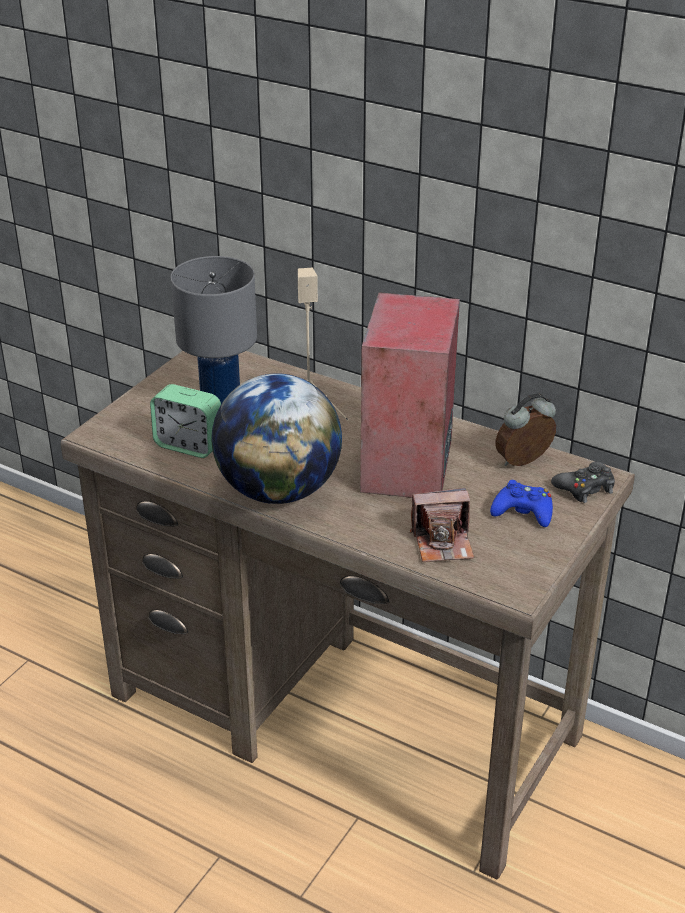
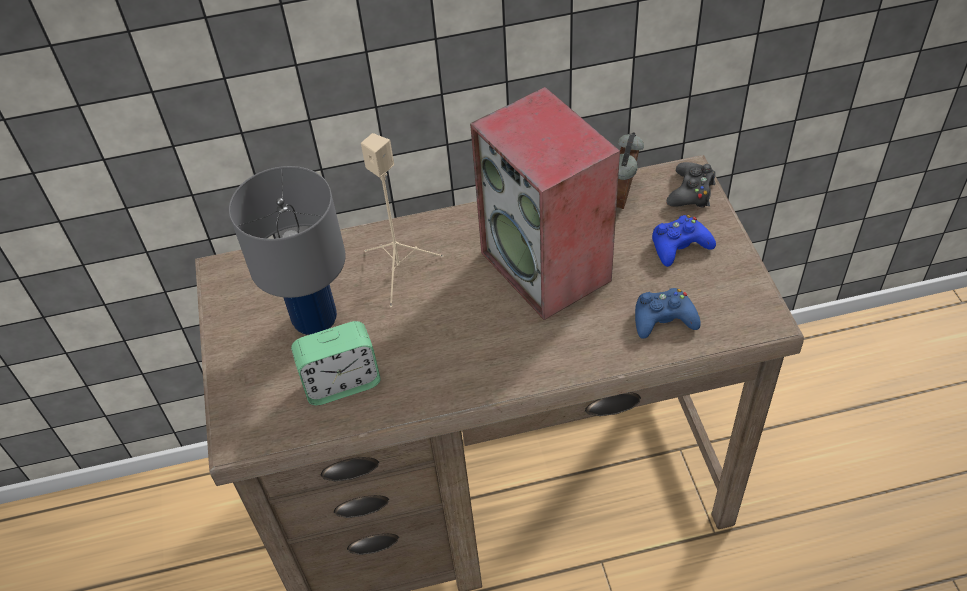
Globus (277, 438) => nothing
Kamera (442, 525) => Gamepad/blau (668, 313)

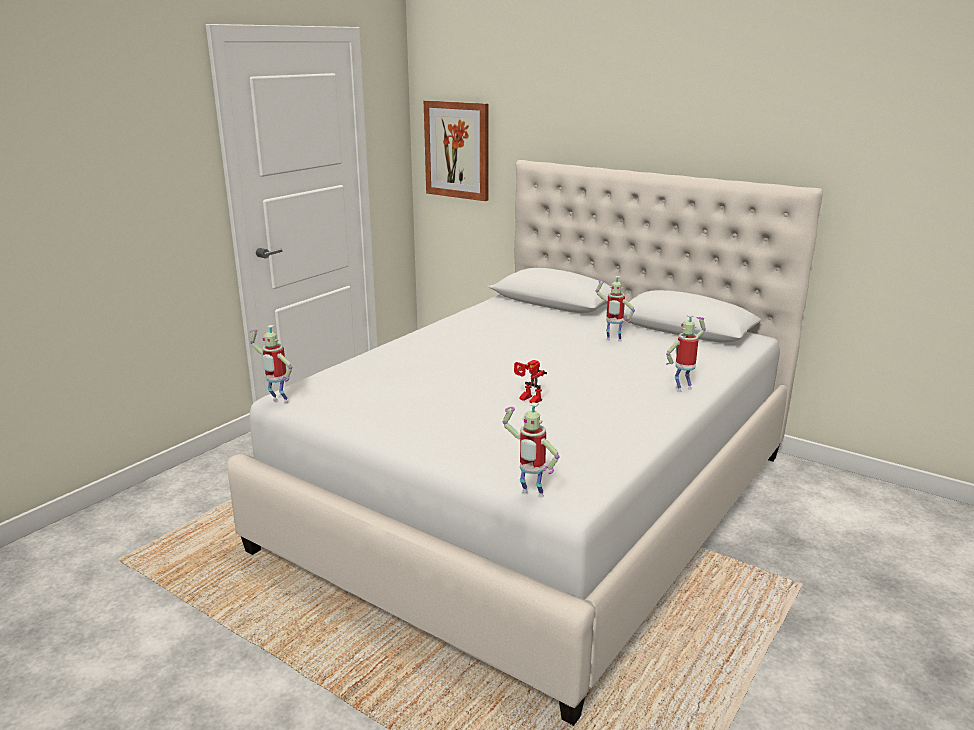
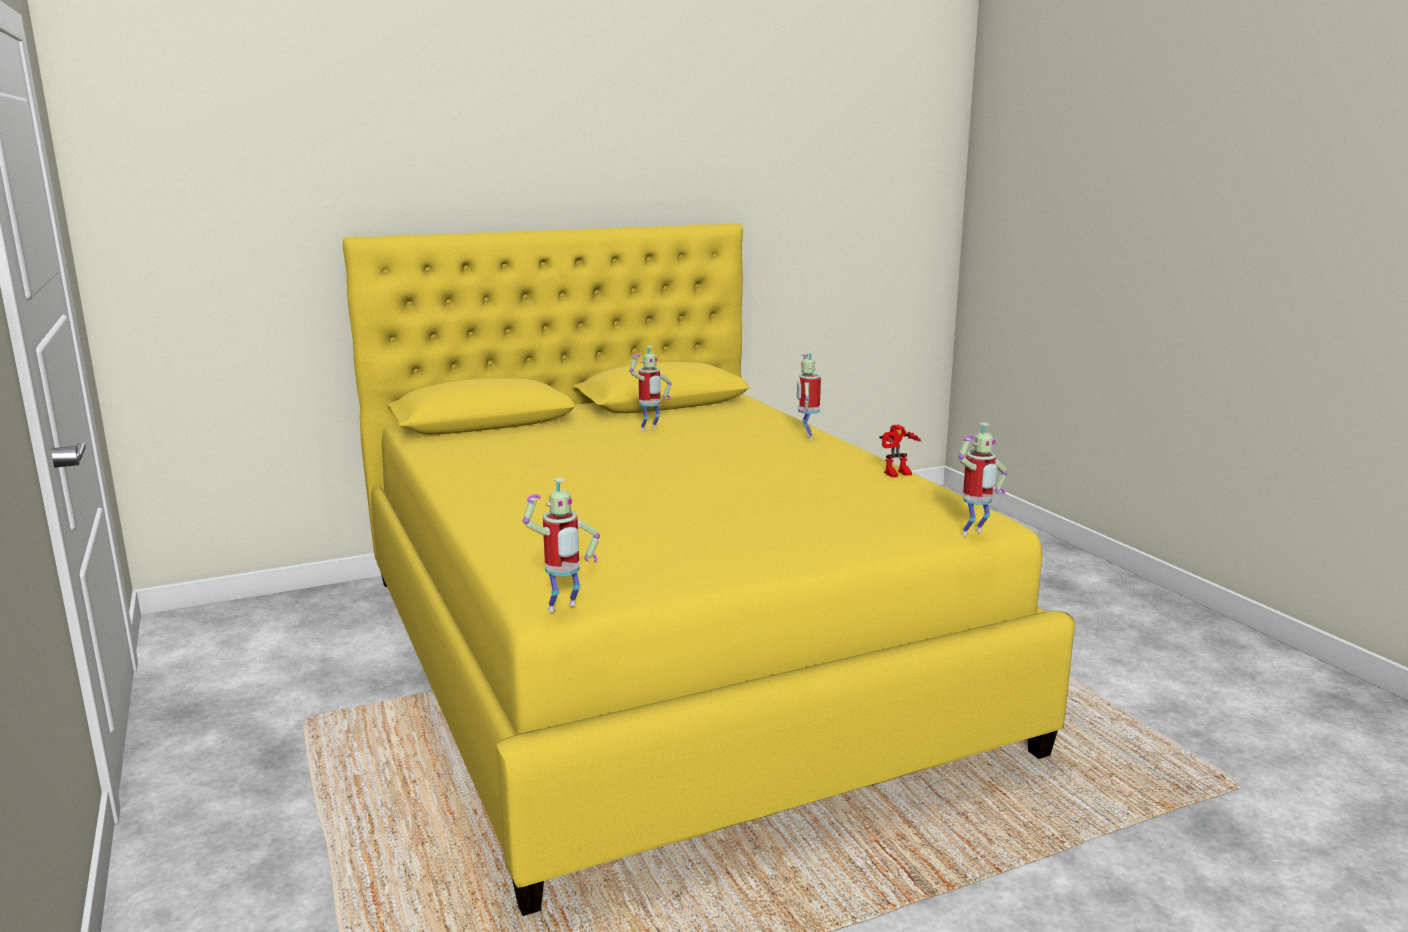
Bild (456, 151) => nothing
Bett/weiß (525, 443) => Bett/gelb (709, 569)
Spielzeugroboter (530, 381) => Spielzeugroboter (900, 450), shifted

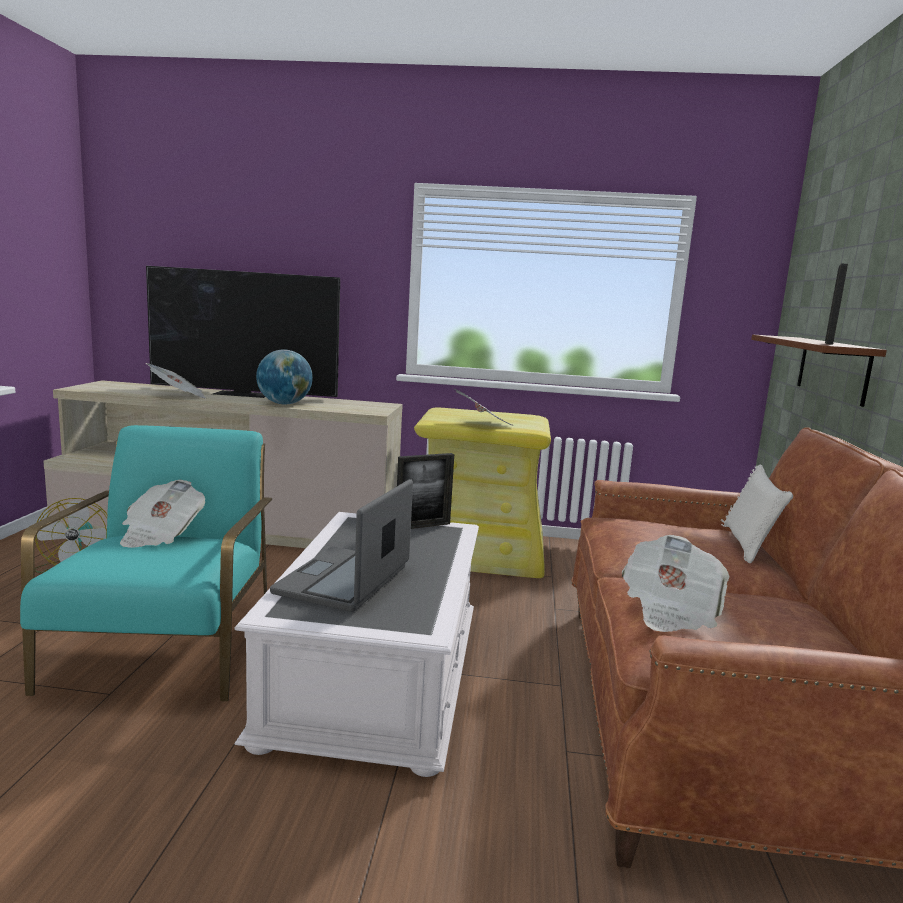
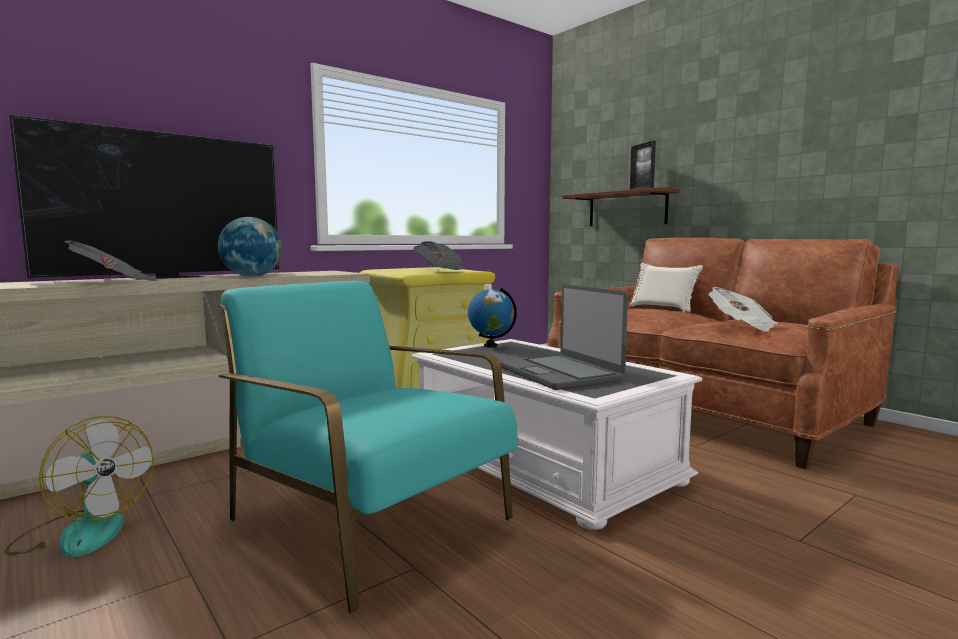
Bilderrahmen (425, 491) => Globus (492, 317)
Zeitung (162, 514) => nothing

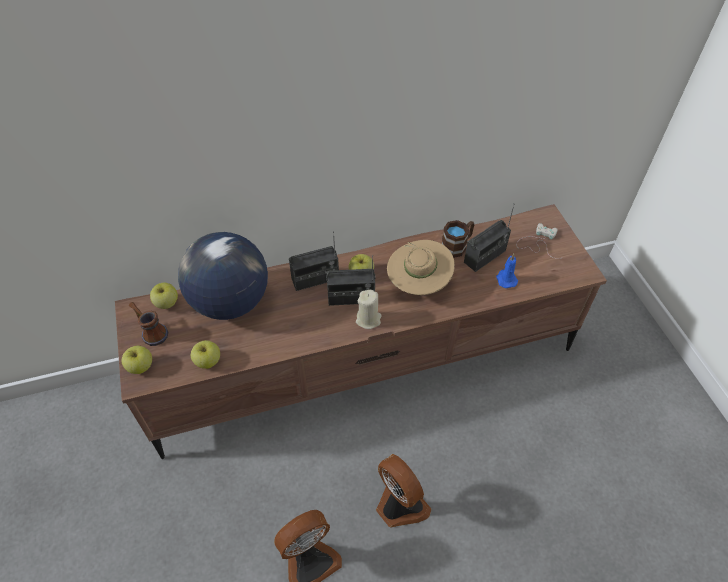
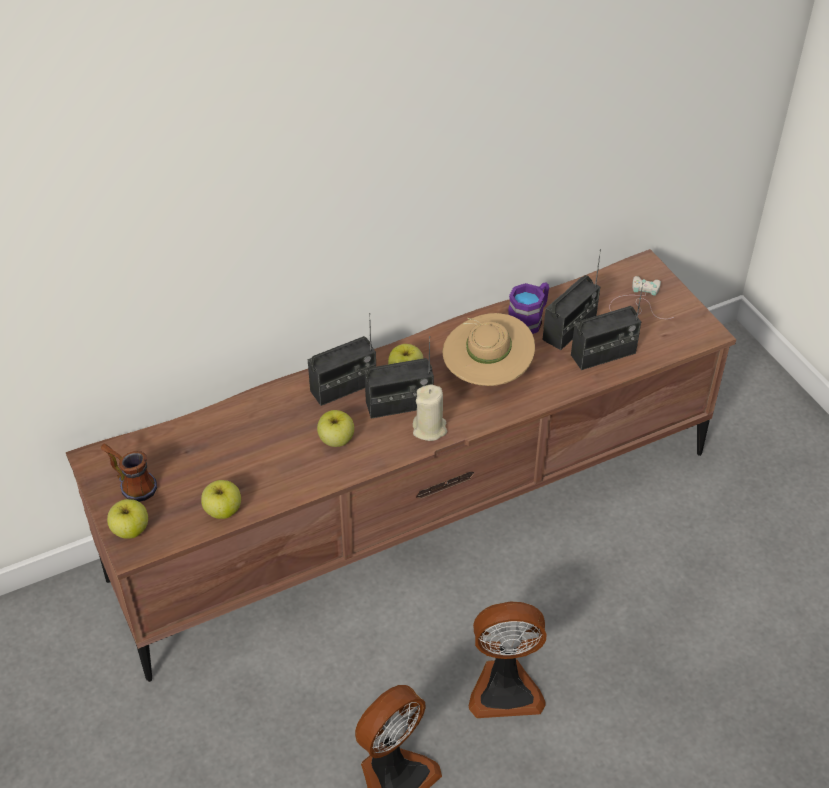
Henkelbecher/braun (458, 239) => Henkelbecher/lila (528, 308)
Globus (223, 276) => nothing
Kerze/blau (507, 271) => Radio (607, 326)
Apfel (164, 296) => Apfel (335, 428), shifted
Ventilator (403, 491) => Ventilator (508, 659), 135 degrees clockwise

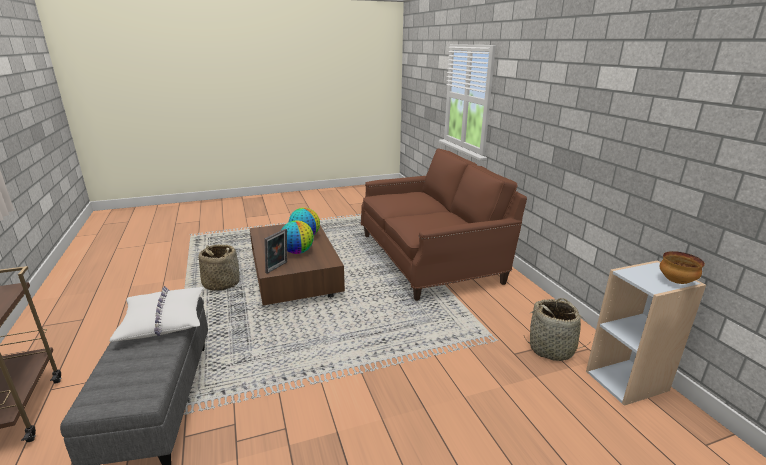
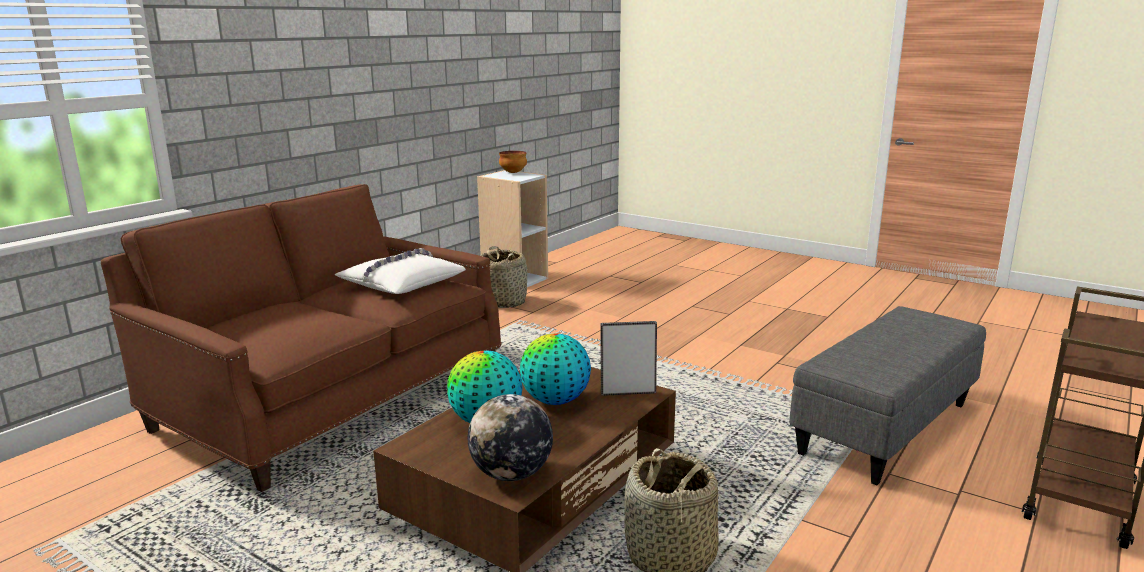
Kissen/weiß (156, 314) => Kissen/weiß (400, 271), shifted
nothing => Globus (510, 437)

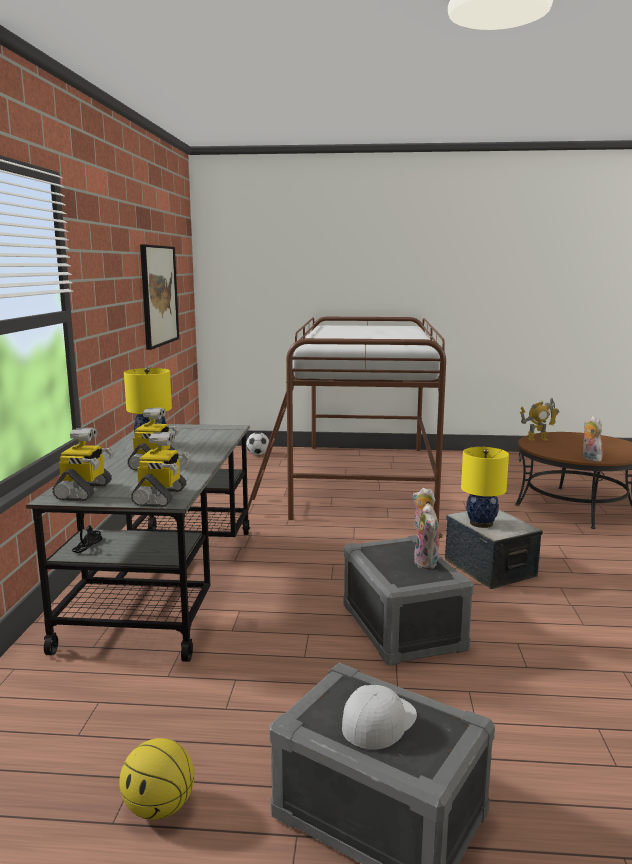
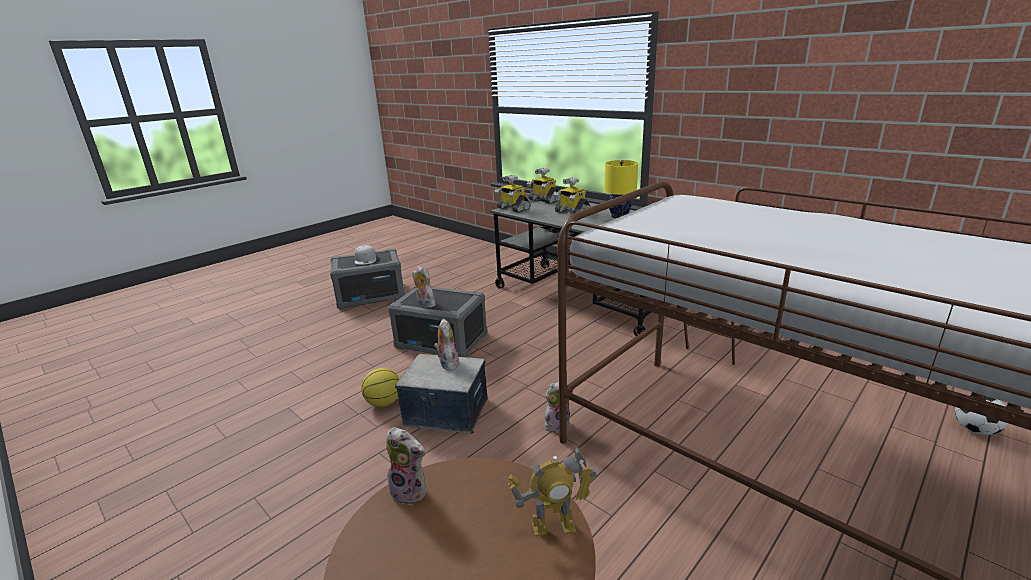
Bild (159, 297) => nothing
Spielzeugroboter (539, 419) => Spielzeugroboter (552, 492), 135 degrees counterclockwise
Tischlampe/gelb (485, 487) => Plüschtier (446, 344)
Basketball (156, 779) => Basketball (380, 387), shifted

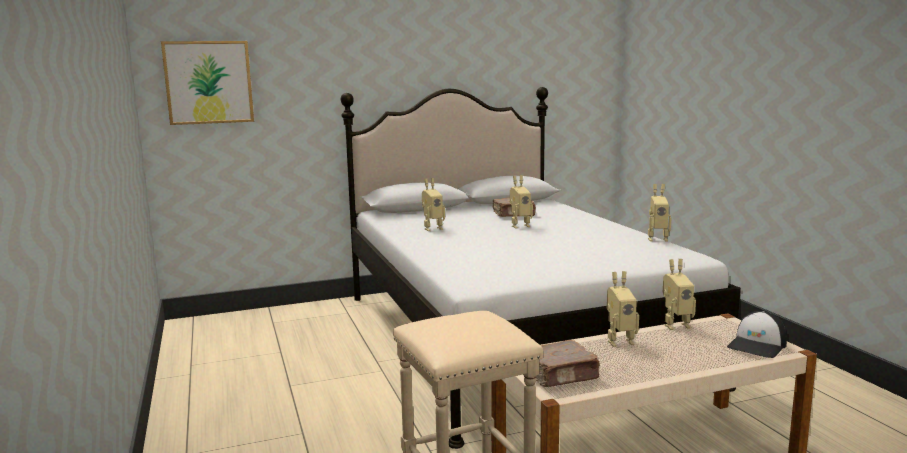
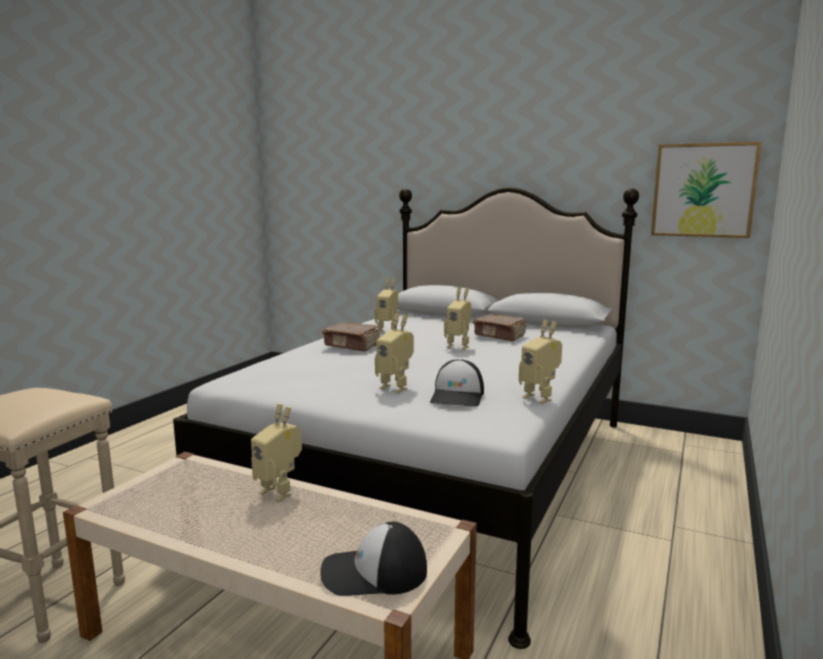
Bild (207, 83) => Bild (706, 190), shifted
Spielzeugroboter (679, 294) => Spielzeugroboter (394, 353), shifted
Buch/braun (568, 363) => Buch/braun (351, 337), shifted
nothing => Kappe (457, 382)

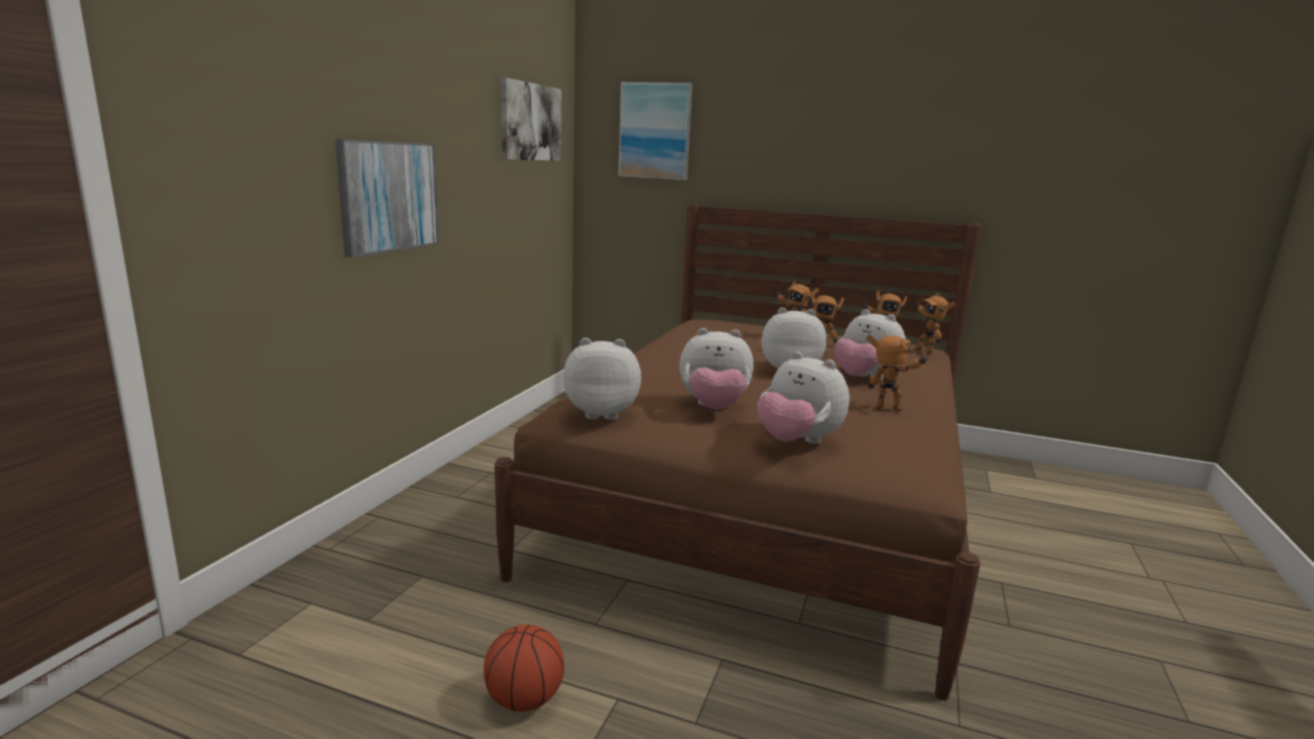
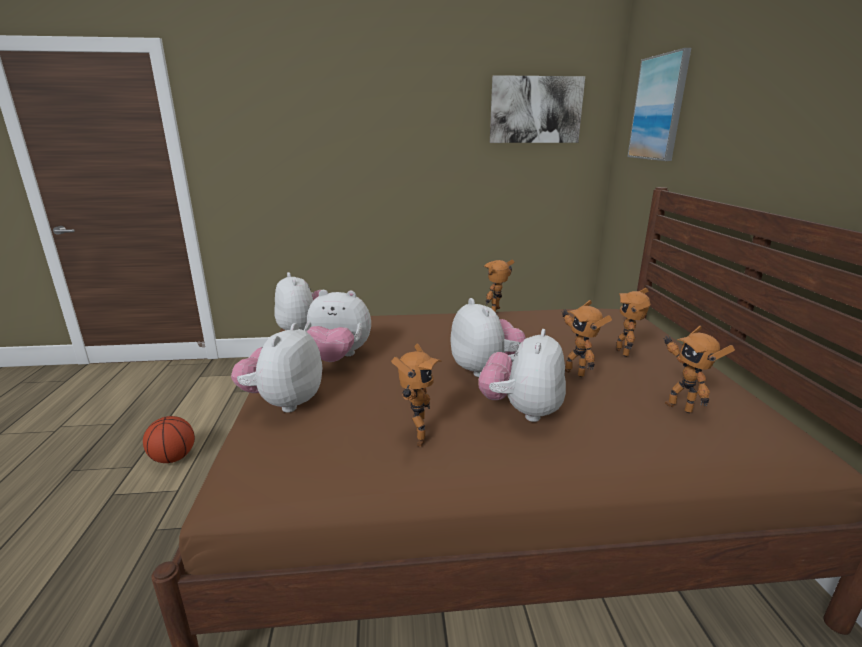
Bild (387, 198) => nothing
Spielzeugroboter (935, 323) => Spielzeugroboter (499, 286), shifted
Plüschtier (716, 368) => Plüschtier (337, 326), 60 degrees counterclockwise

